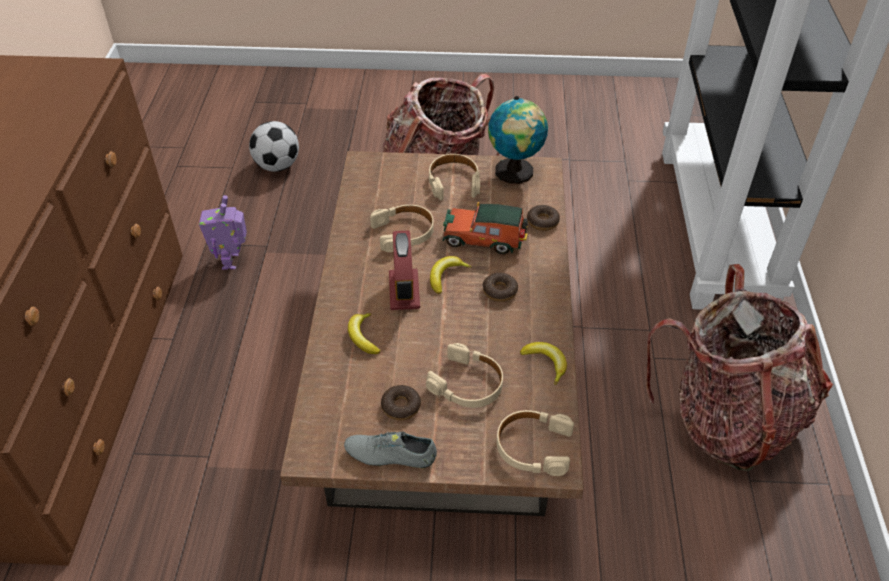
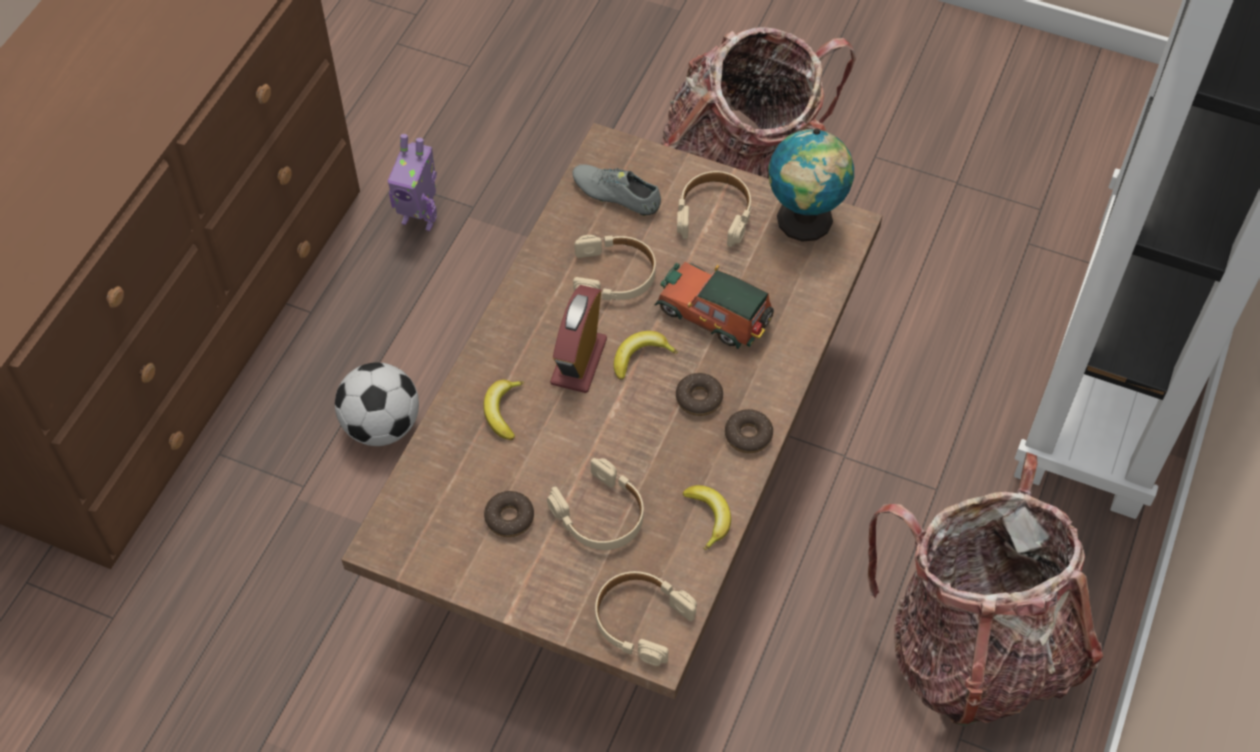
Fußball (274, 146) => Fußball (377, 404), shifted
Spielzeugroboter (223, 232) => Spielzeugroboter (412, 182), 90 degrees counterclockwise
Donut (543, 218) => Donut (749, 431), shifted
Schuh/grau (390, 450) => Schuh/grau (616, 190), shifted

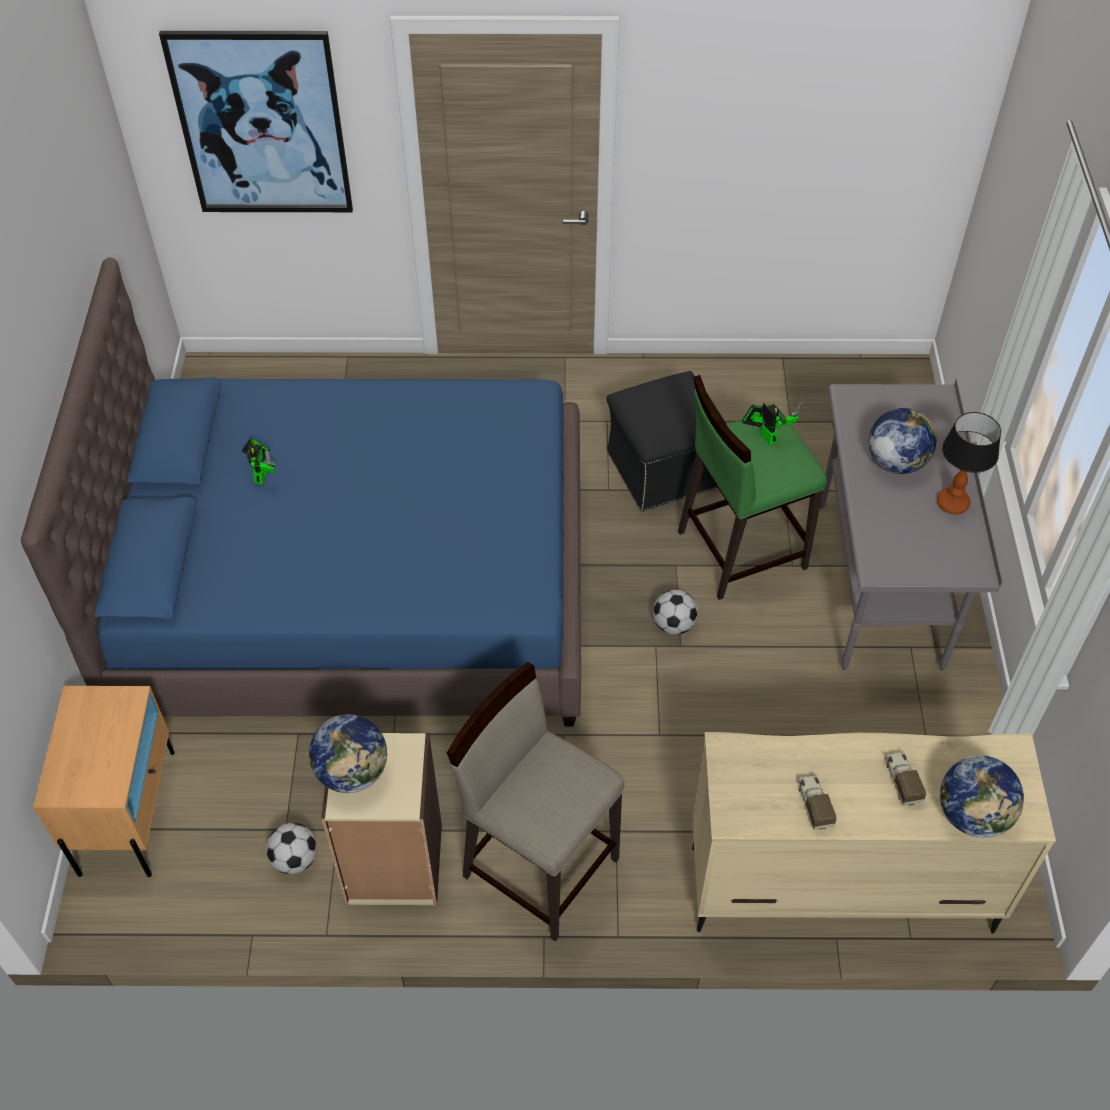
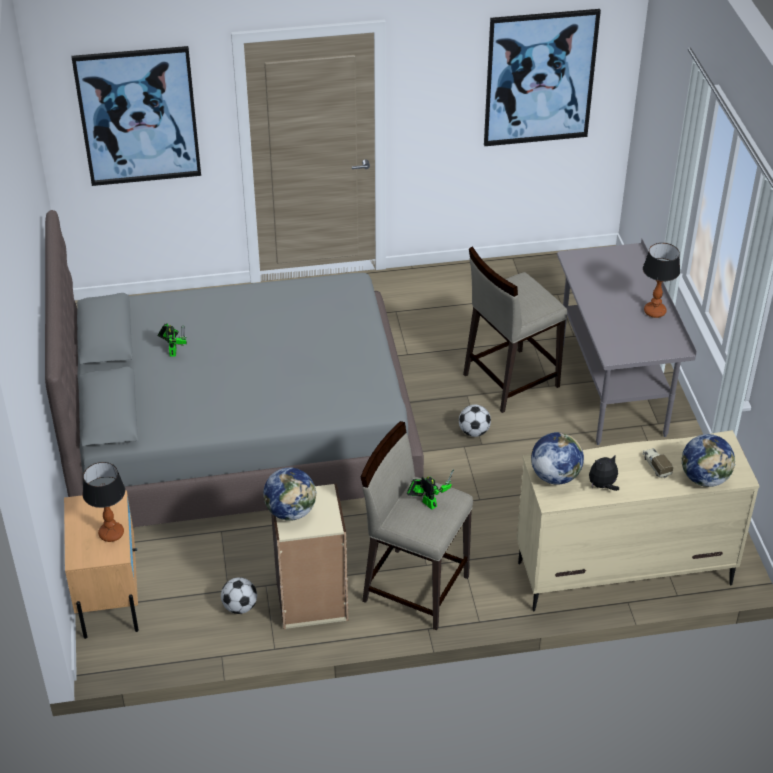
Bett/blau (301, 491) => Bett/grau (234, 368)
Polsterhocker/schwarz (667, 441) => nothing
Hocker/grün (752, 487) => Hocker/beige (515, 329)
Spielzeugroboter (773, 421) => Spielzeugroboter (430, 489), shifted
Globus (903, 441) => Globus (557, 458), shifted
Spielzeuglaster (817, 802) => Plüschtier (604, 473)
nothing => Bild (542, 77)
nothing => Tischlampe (104, 502)

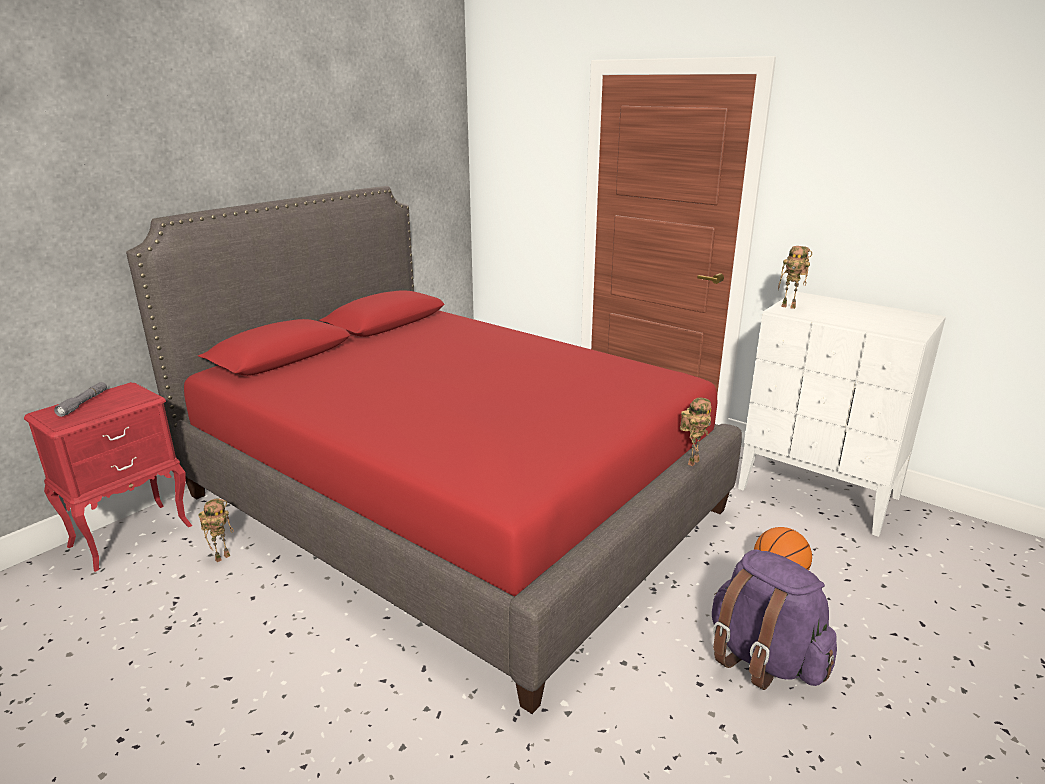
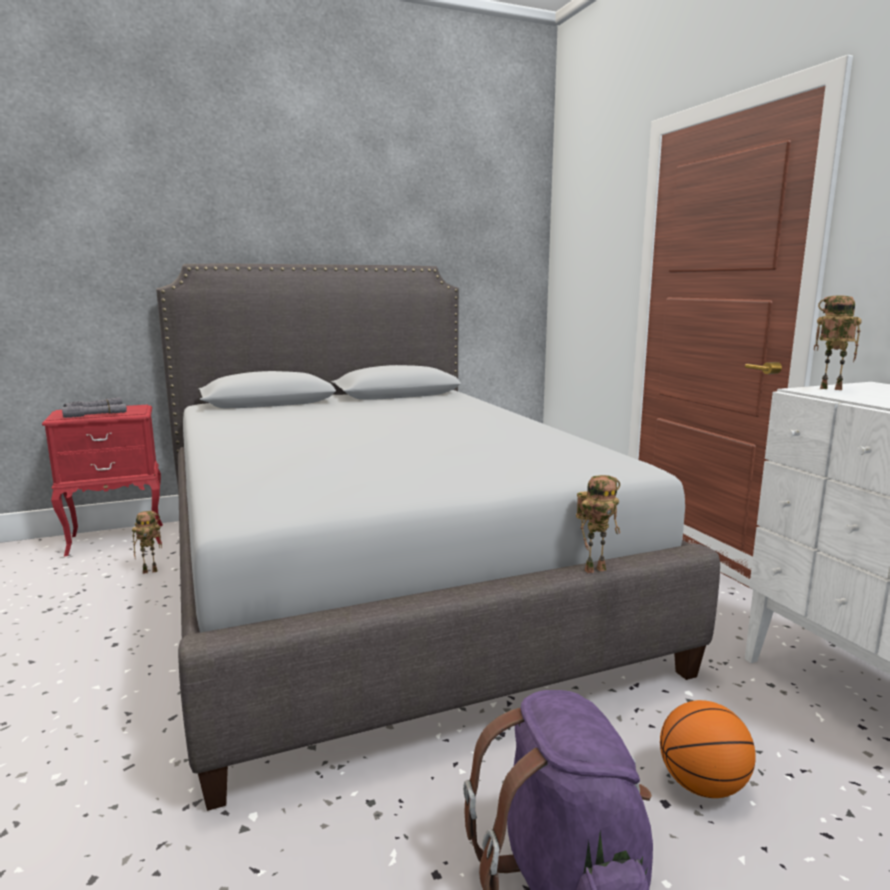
Bett/rot (434, 450) => Bett/grau (438, 537)
Spielzeugroboter (795, 277) => Spielzeugroboter (837, 342), 150 degrees clockwise
nothing => Taschenlampe/grau (94, 411)

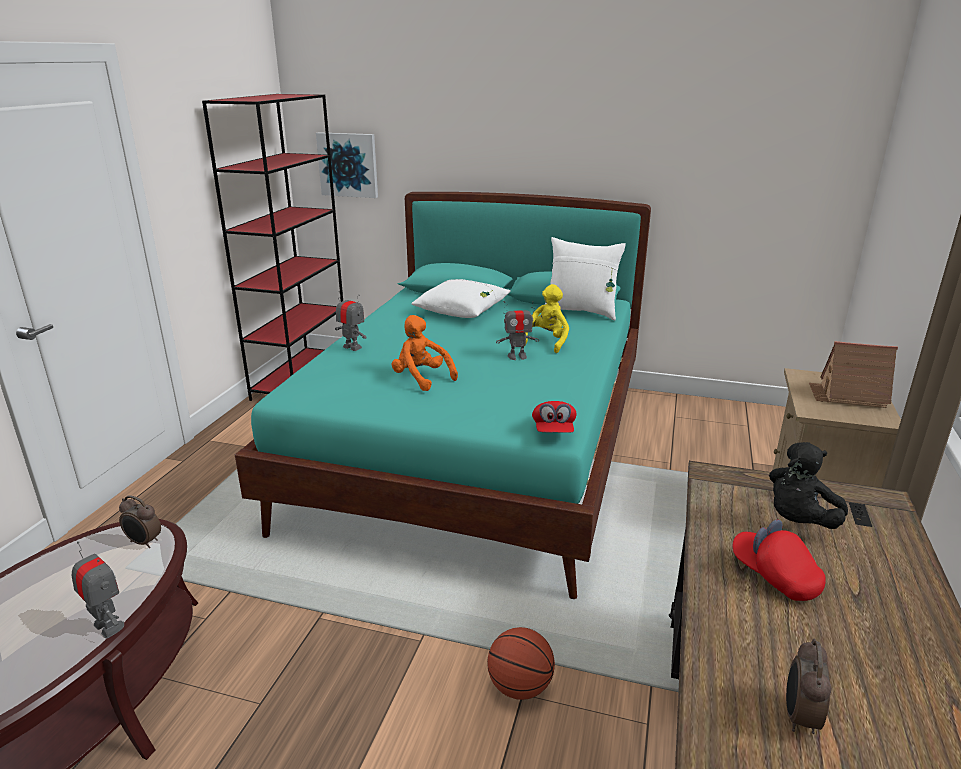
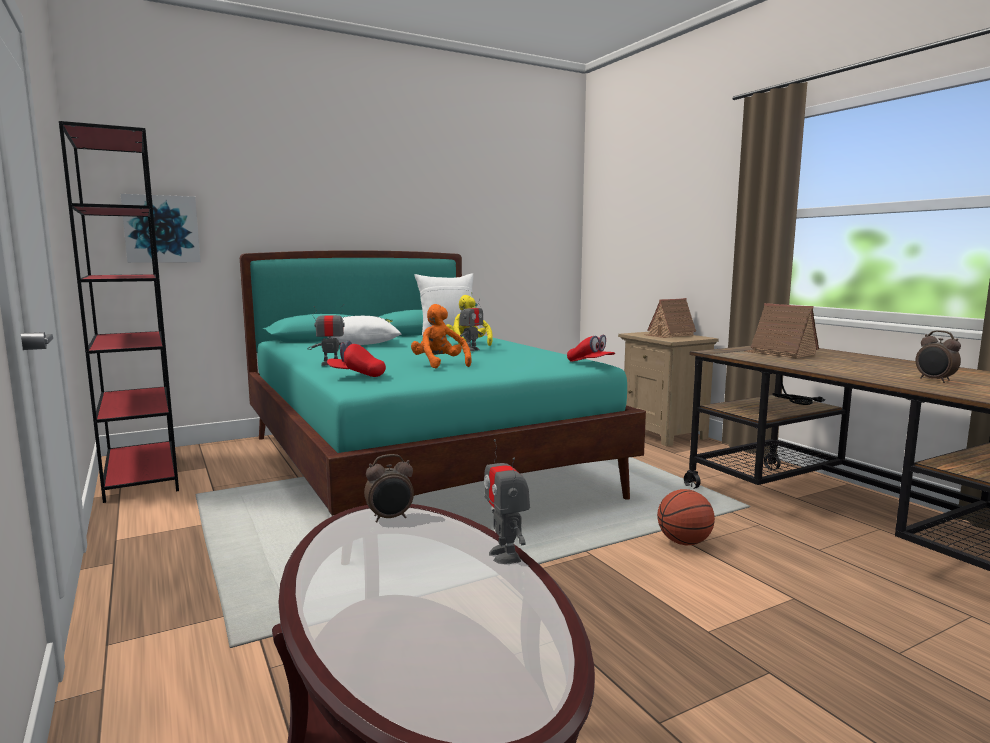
Plüschtier/orange (425, 353) => Plüschtier/orange (441, 336), 60 degrees clockwise
Plüschtier/schwarz (808, 485) => Spielzeughaus (781, 330)
Kappe/rot (779, 560) => Kappe/rot (356, 359), shifted
Spielzeugroboter (98, 589) => Spielzeugroboter (507, 501), 105 degrees counterclockwise

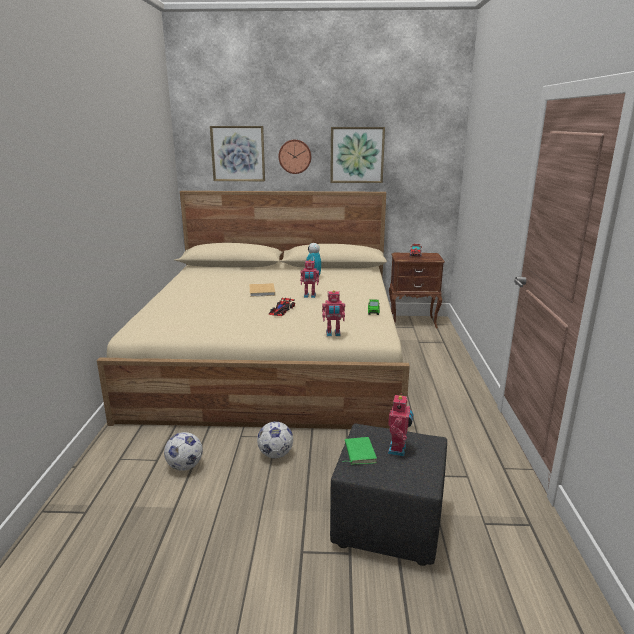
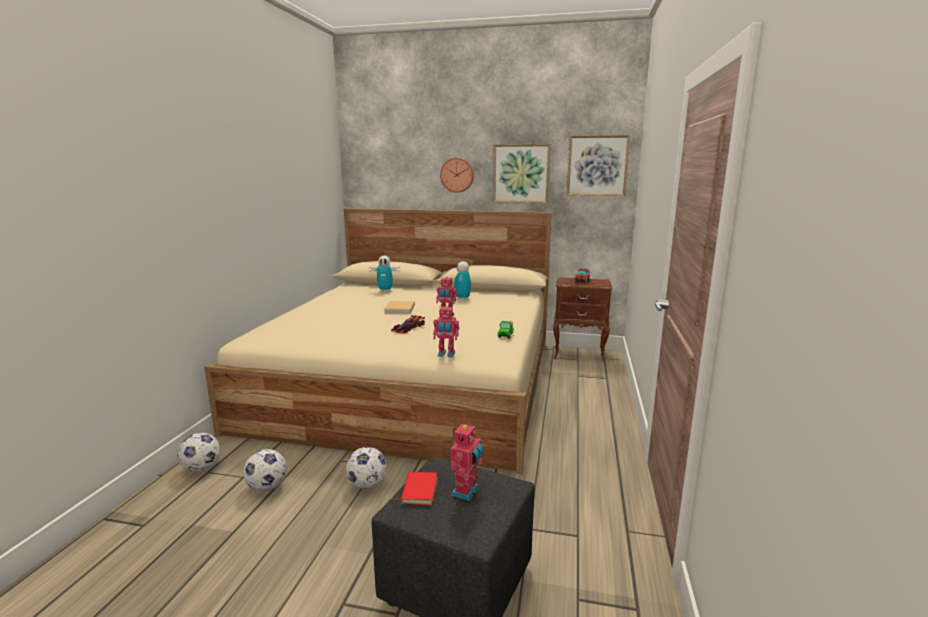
Bild (237, 153) => Bild (598, 165), shifted
Buch/grün (359, 451) => Buch/rot (414, 488)
nothing => Spielzeugroboter (384, 274)
nothing => Fußball (198, 452)

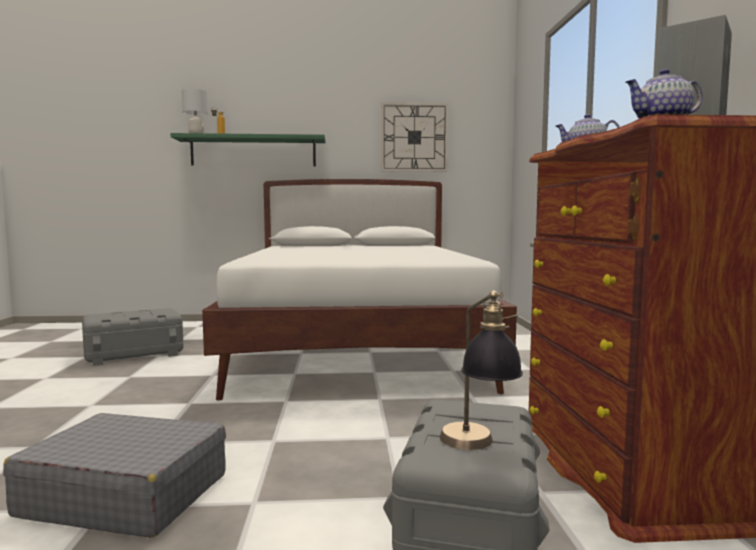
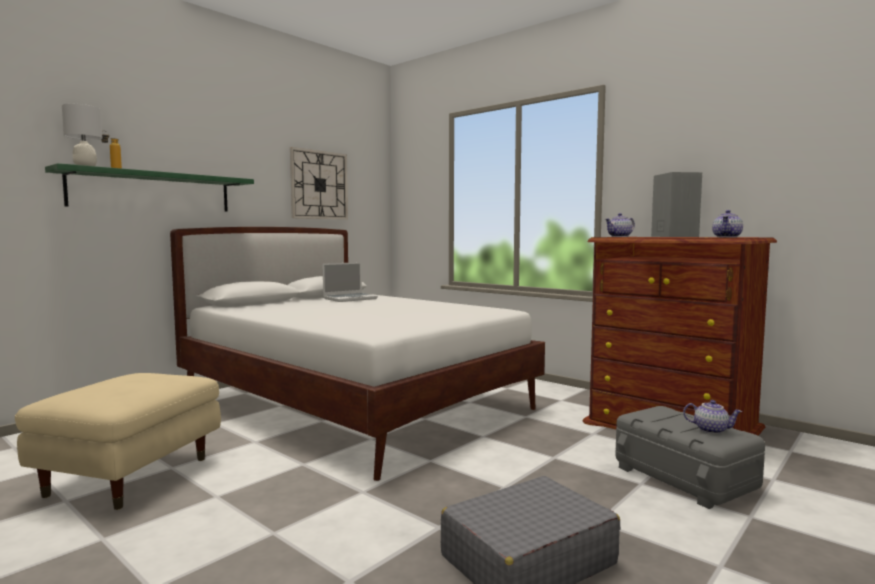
Tischlampe (481, 370) => Teekanne (712, 417)
Aufbewahrungsbox/grau (133, 337) => Polsterhocker/beige (118, 441)
nothing => Laptop (350, 282)

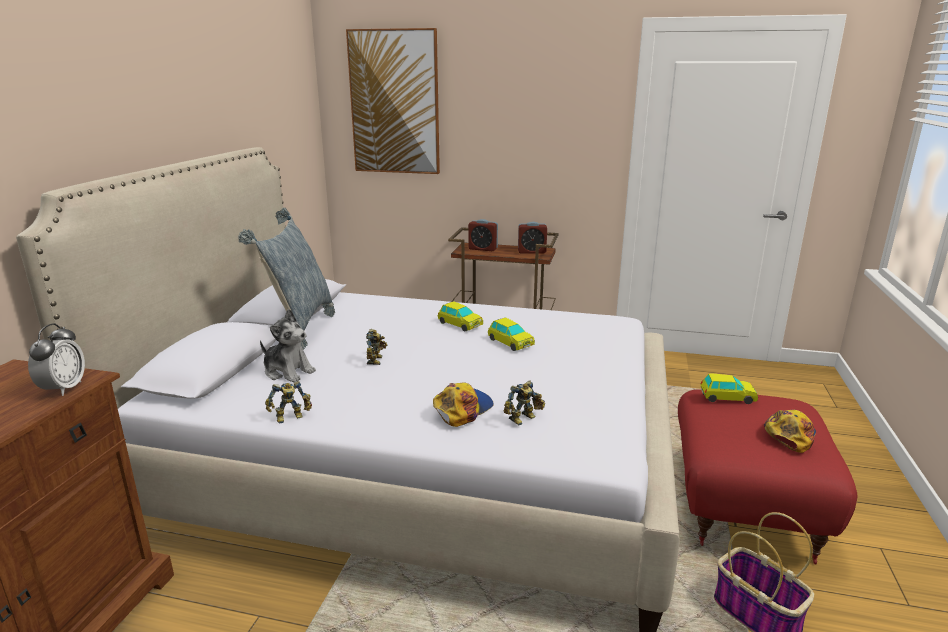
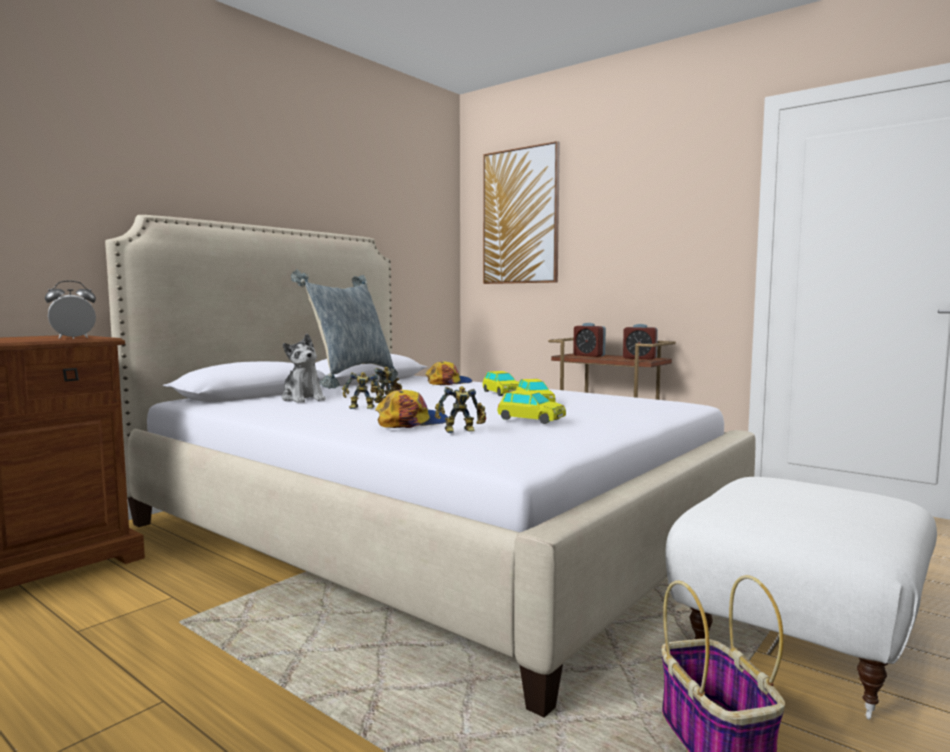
Wecker (56, 359) => Wecker (70, 309), 150 degrees counterclockwise
Spielzeugauto (729, 389) => Spielzeugauto (531, 407), shifted
Spielzeugroboter (288, 402) => Spielzeugroboter (362, 390), shifted
Polsterhocker/rot (768, 476) => Polsterhocker/weiß (801, 598)
Kappe (790, 431) => Kappe (448, 373), shifted

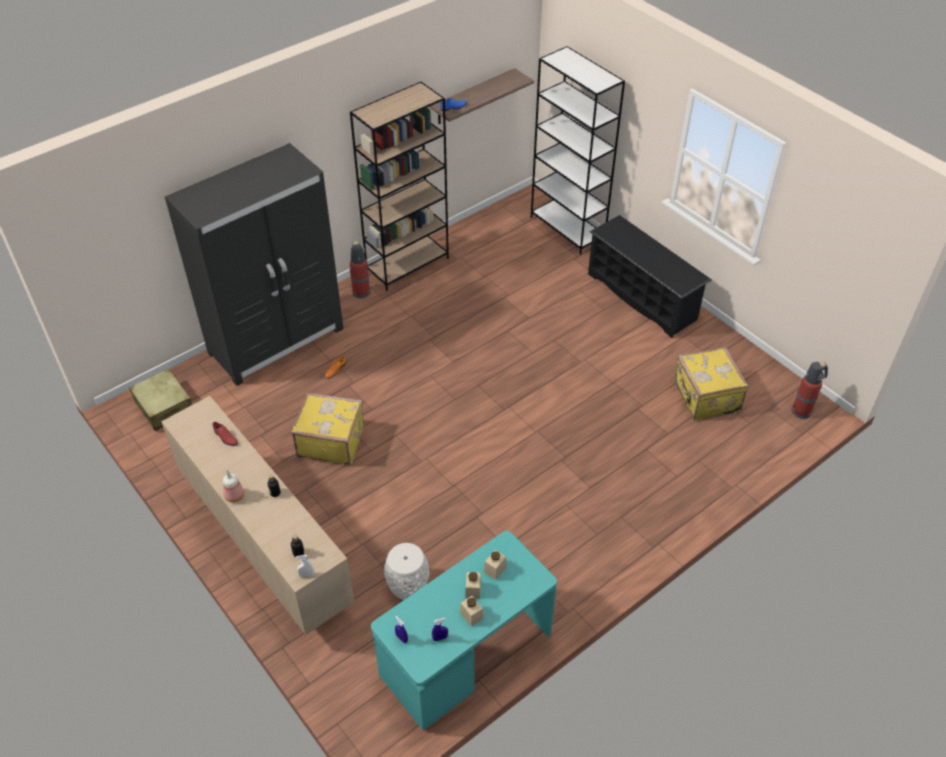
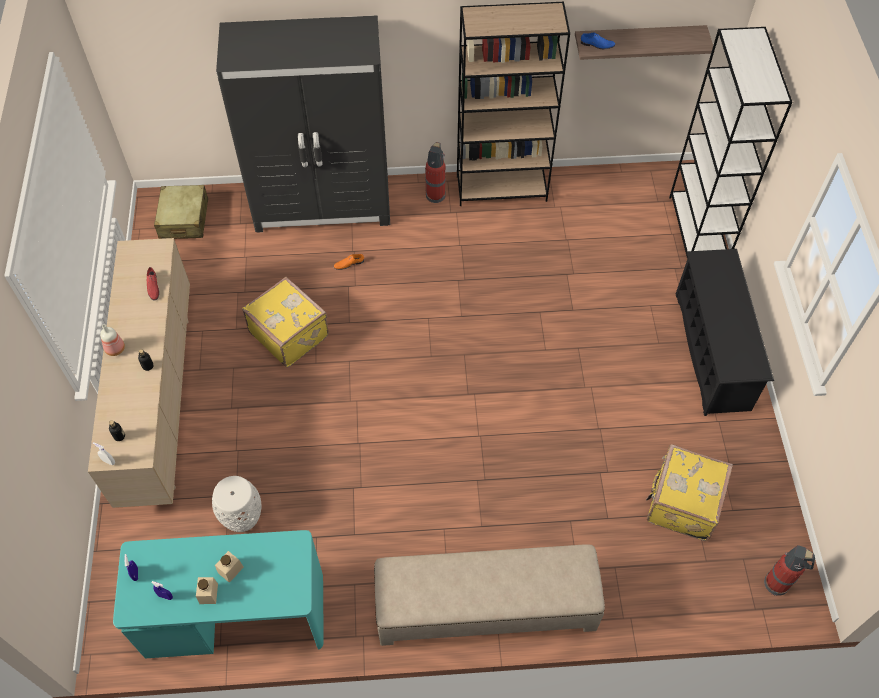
Vorratsglas/beige (495, 565) => nothing
nothing => Bank/beige (489, 595)

